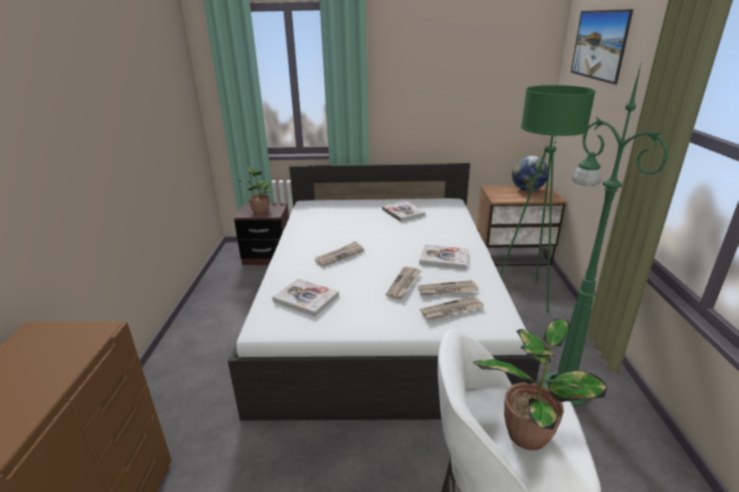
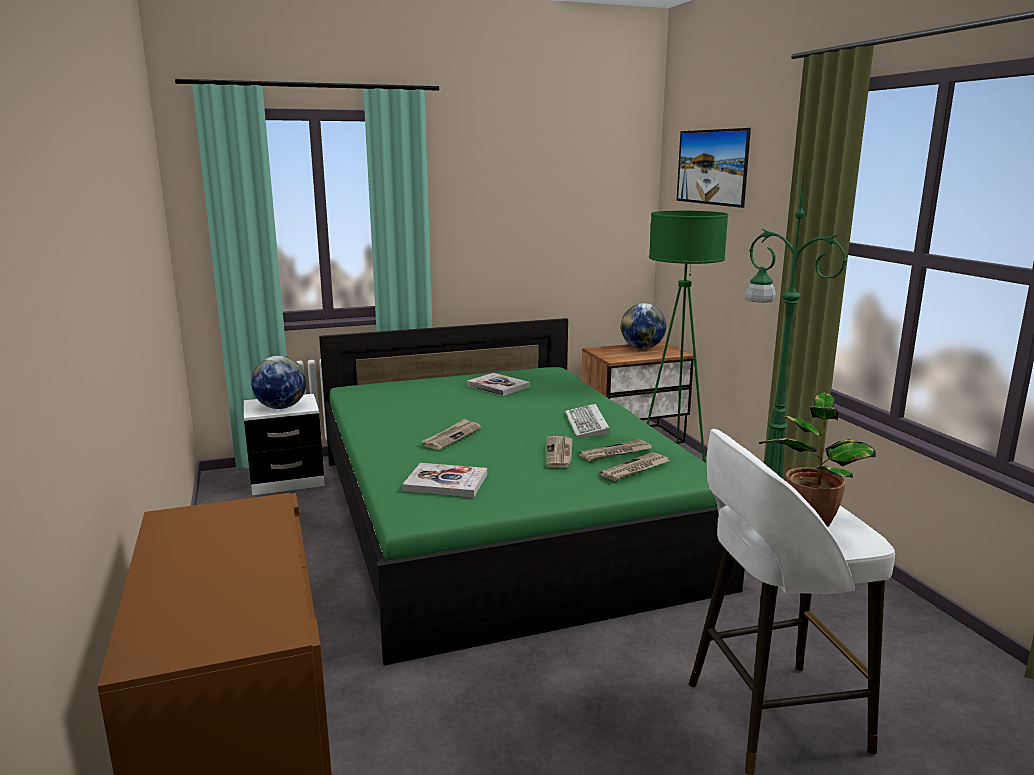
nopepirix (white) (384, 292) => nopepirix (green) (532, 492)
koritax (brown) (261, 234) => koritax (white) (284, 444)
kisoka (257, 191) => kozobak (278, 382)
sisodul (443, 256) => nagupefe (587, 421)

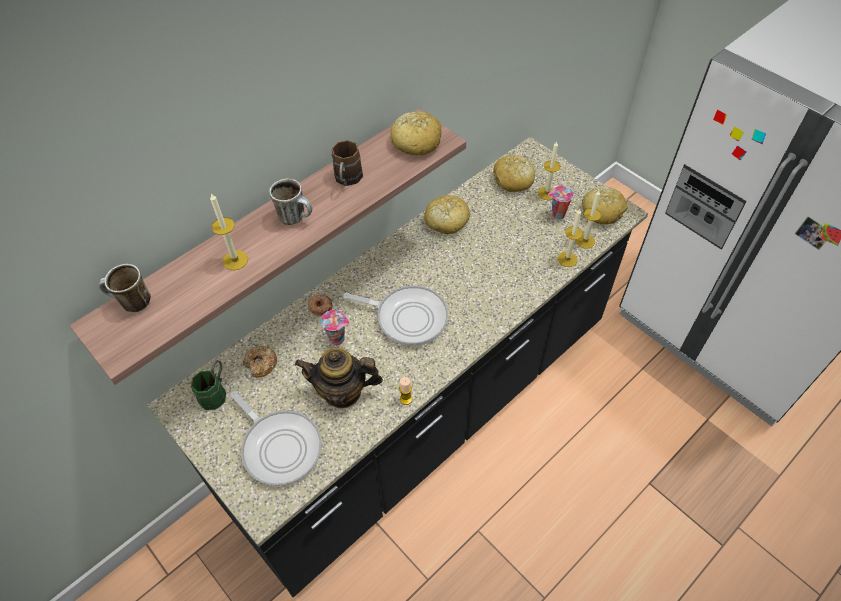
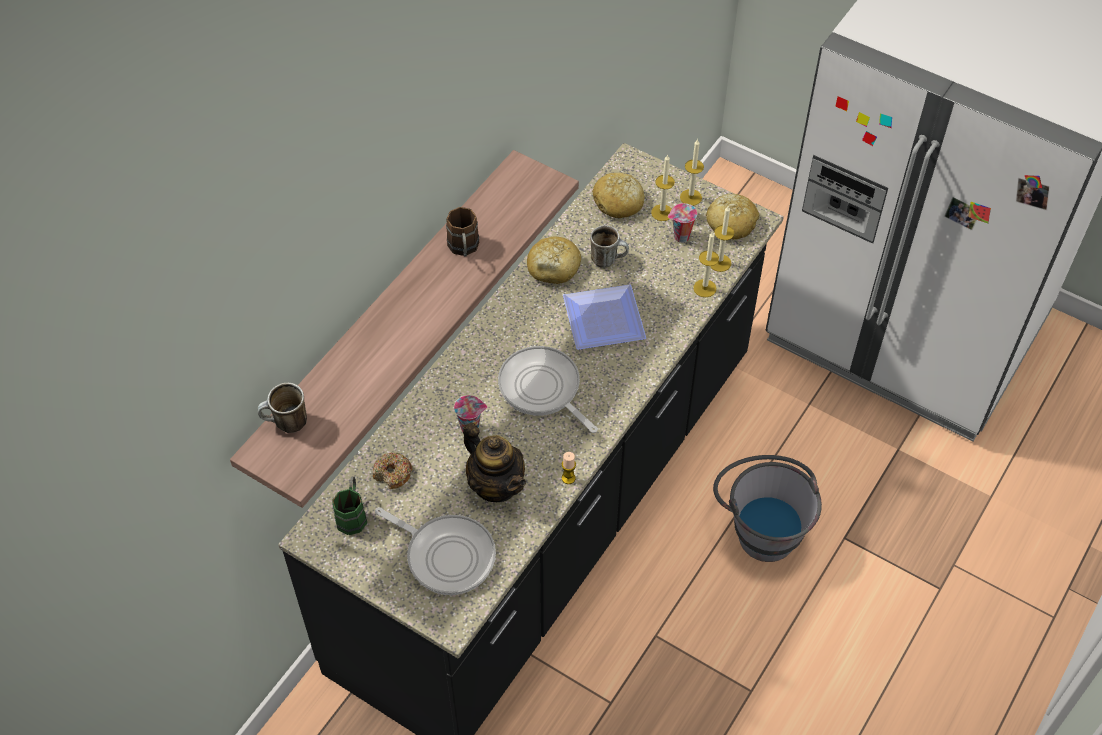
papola (229, 231) => papola (692, 172), relocated
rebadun (290, 202) => rebadun (609, 246), relocated
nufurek (339, 378) => nufurek (494, 462), 120 degrees counterclockwise
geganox (320, 305) => nothing
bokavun (395, 316) => bokavun (548, 389), 135 degrees counterclockwise
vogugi (416, 133) => nothing
nothing => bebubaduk (604, 317)
nothing => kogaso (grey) (767, 508)

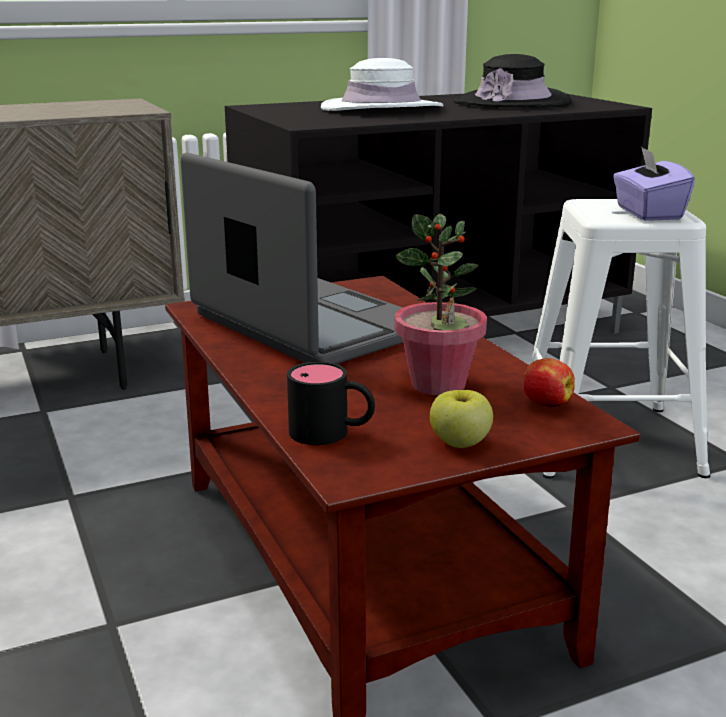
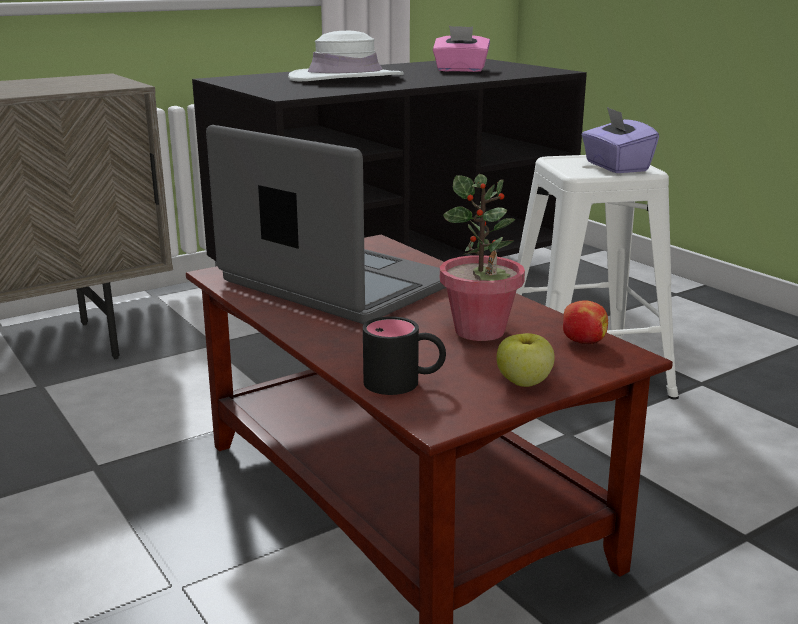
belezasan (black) (512, 81) => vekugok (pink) (461, 49)

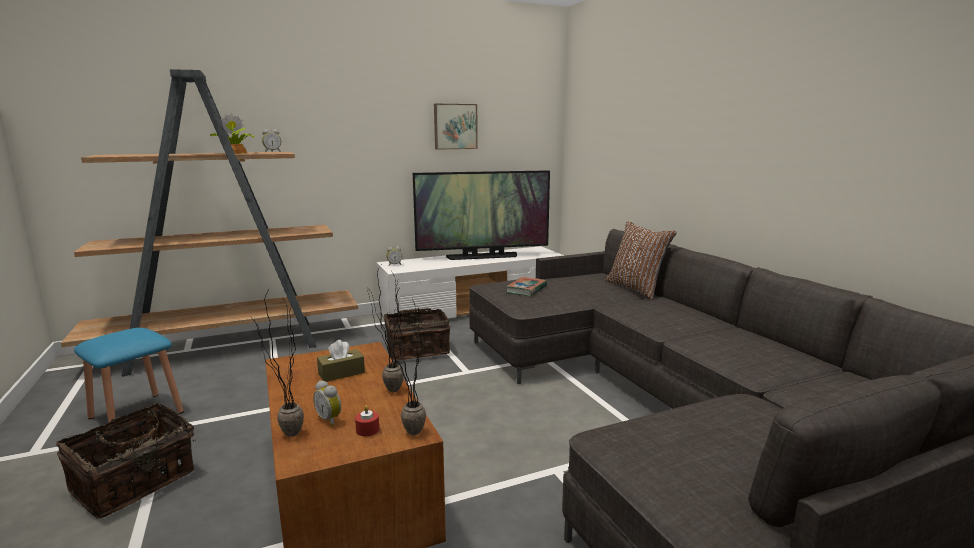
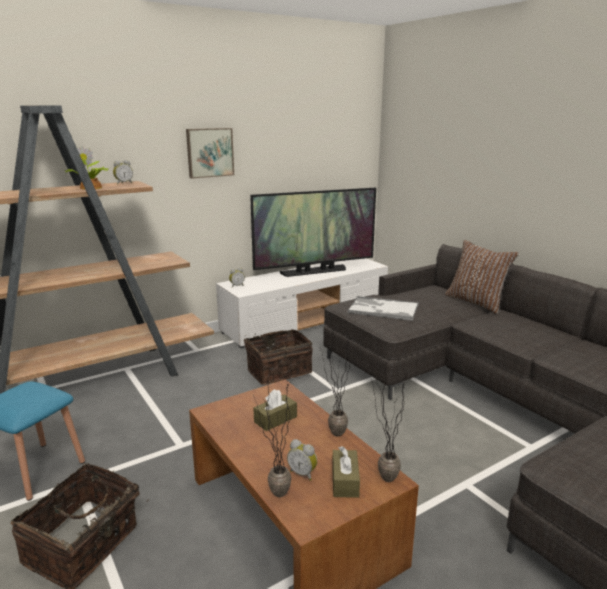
papola (red) (367, 420) => vekugok (brown) (346, 472)
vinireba (456, 127) => vinireba (210, 153), relocated
sisodul (526, 286) => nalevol (383, 308)

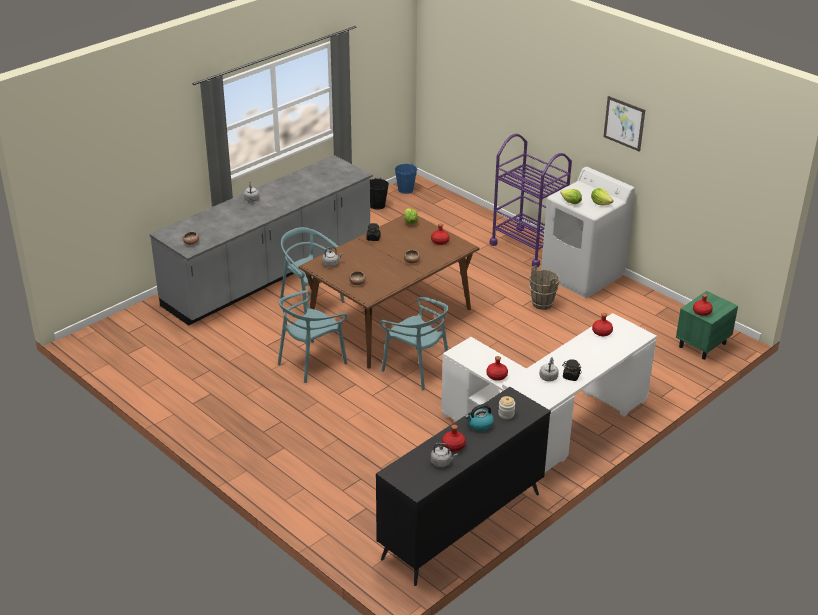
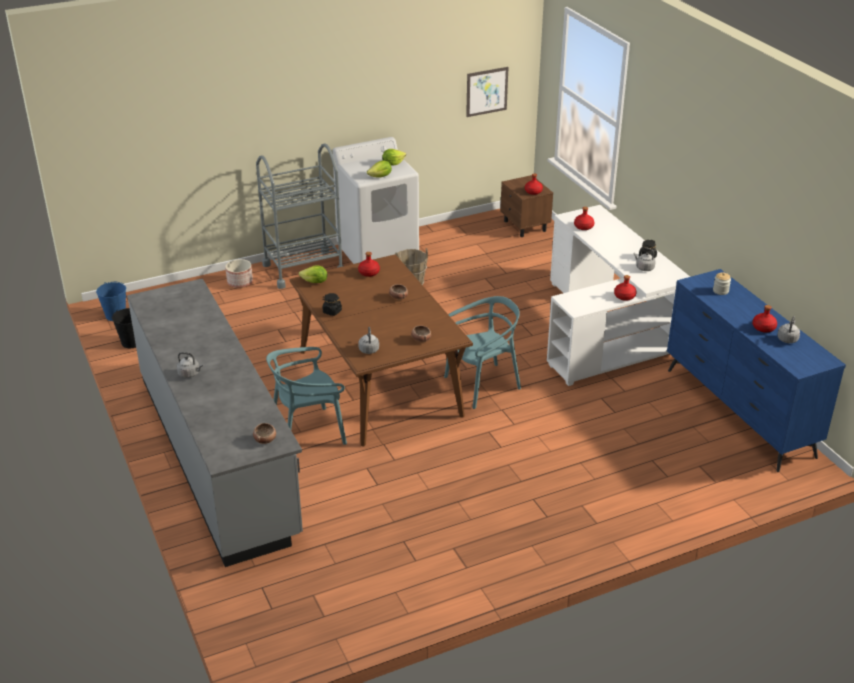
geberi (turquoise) (313, 336) => nothing
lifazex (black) (463, 486) => lifazex (blue) (756, 370)
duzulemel (479, 417) => nothing
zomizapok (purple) (530, 200) => zomizapok (grey) (299, 216)
vinireba (624, 124) => vinireba (487, 92), relocated
koritax (green) (707, 325) => koritax (brown) (526, 206)
nothing => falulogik (239, 273)

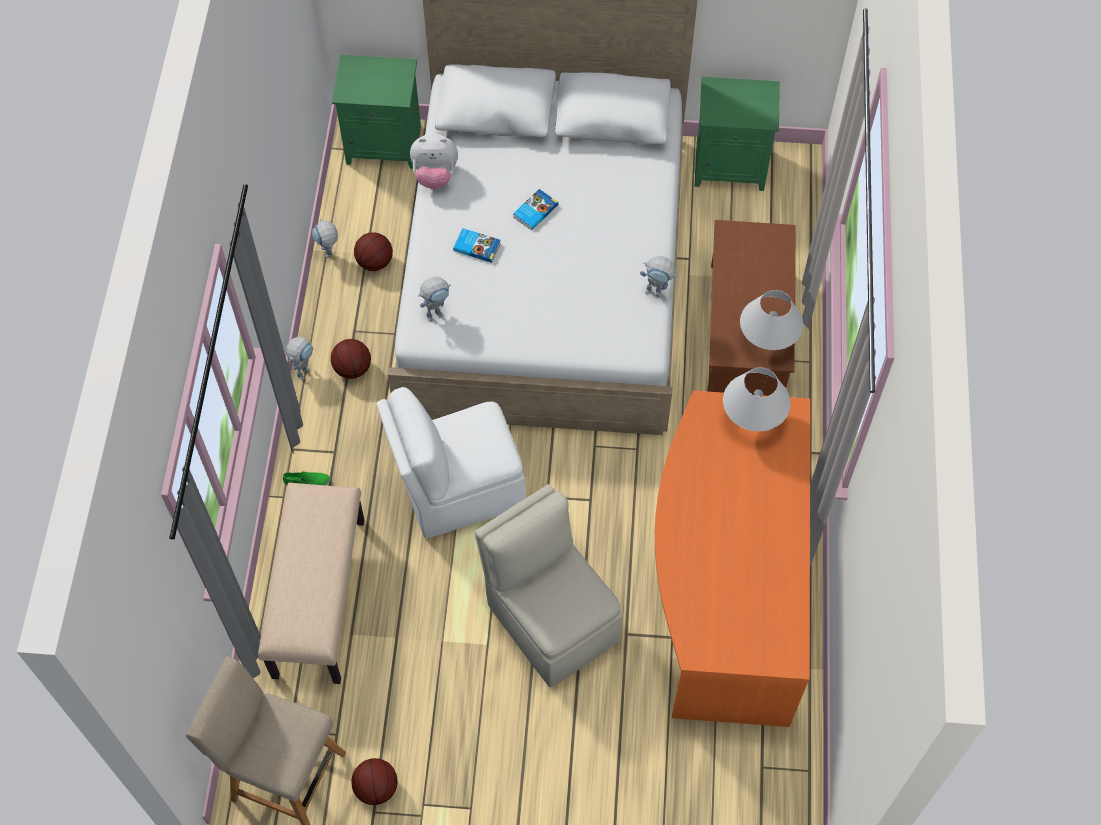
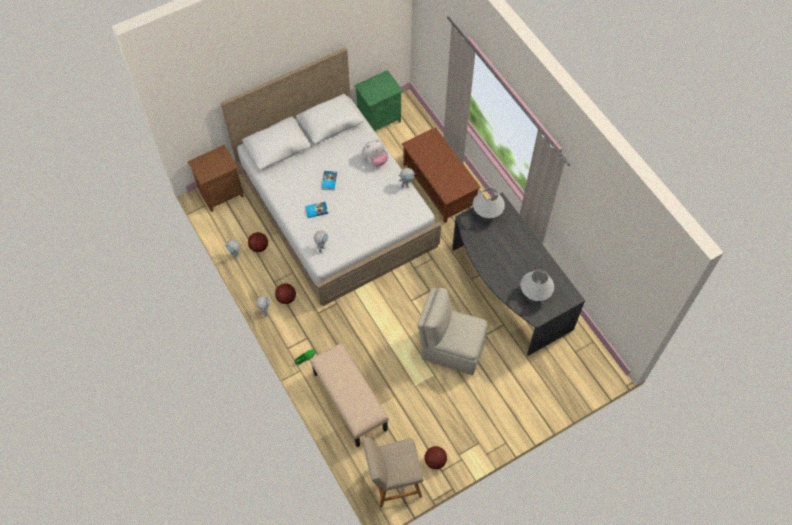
koritax (green) (376, 112) => koritax (brown) (215, 178)
geberi (white) (451, 463) => nothing
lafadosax (434, 161) => lafadosax (375, 153), relocated
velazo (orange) (732, 559) => velazo (grey) (518, 274)
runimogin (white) (771, 320) => runimogin (white) (537, 285), relocated

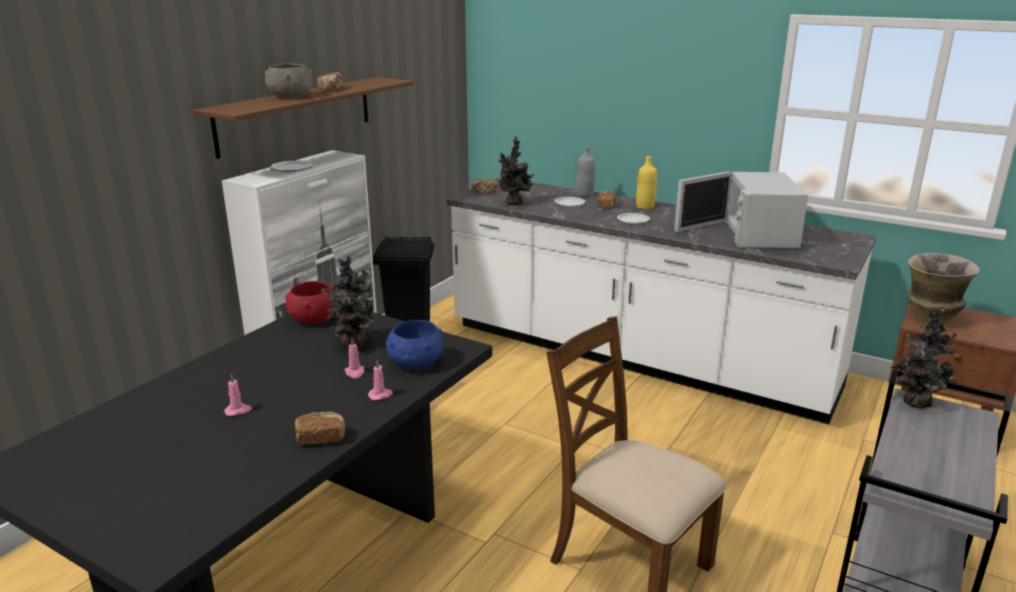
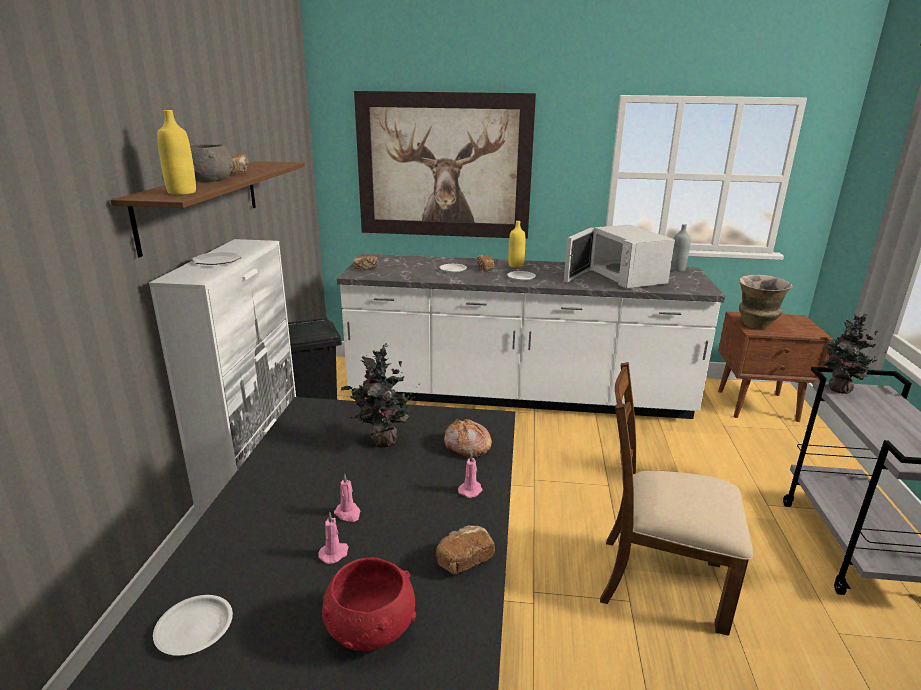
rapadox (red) (309, 302) => rapadox (red) (369, 604), relocated
papola (pink) (355, 358) => papola (pink) (347, 498), relocated
rapadox (blue) (414, 344) => vogugi (468, 438)
kisoka (516, 171) => nothing
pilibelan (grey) (585, 171) => pilibelan (grey) (680, 247), relocated
nothing => bebubaduk (white) (193, 625)
nothing => pilibelan (yellow) (176, 152)
nothing => vinireba (445, 165)

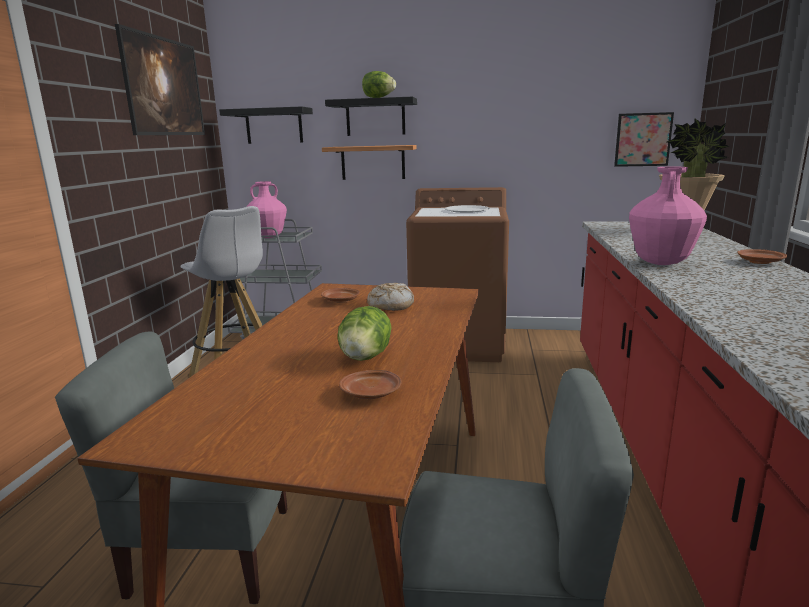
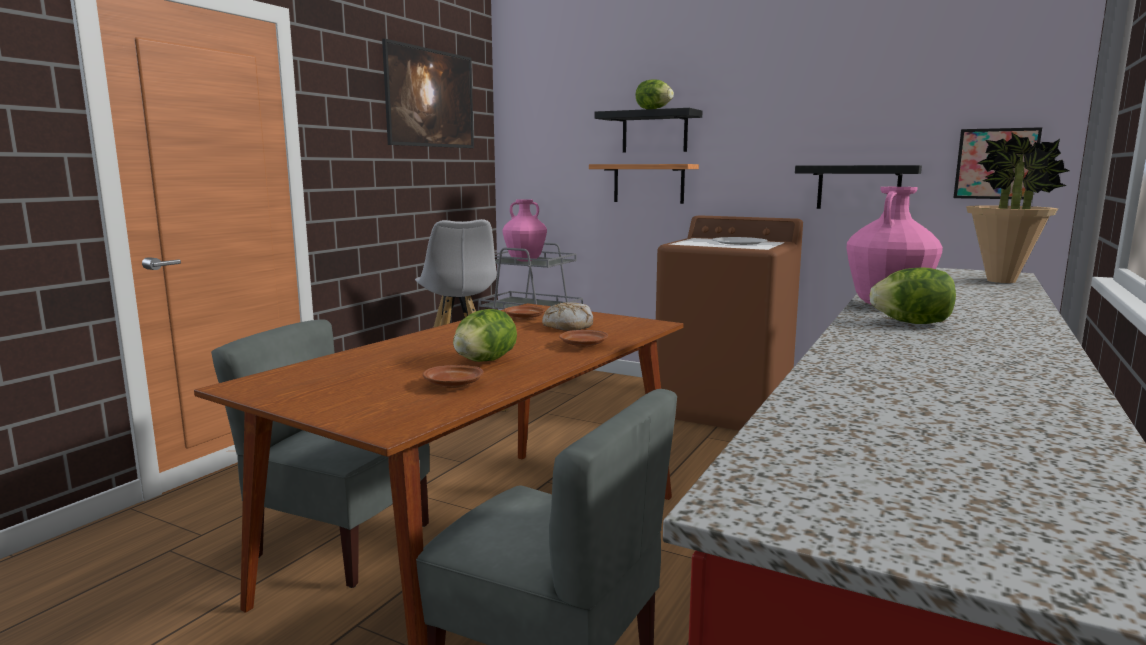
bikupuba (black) (266, 125) => bikupuba (black) (858, 187), relocated
bebubaduk (brown) (762, 256) => bebubaduk (brown) (583, 338), relocated
nothing => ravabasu (913, 295)

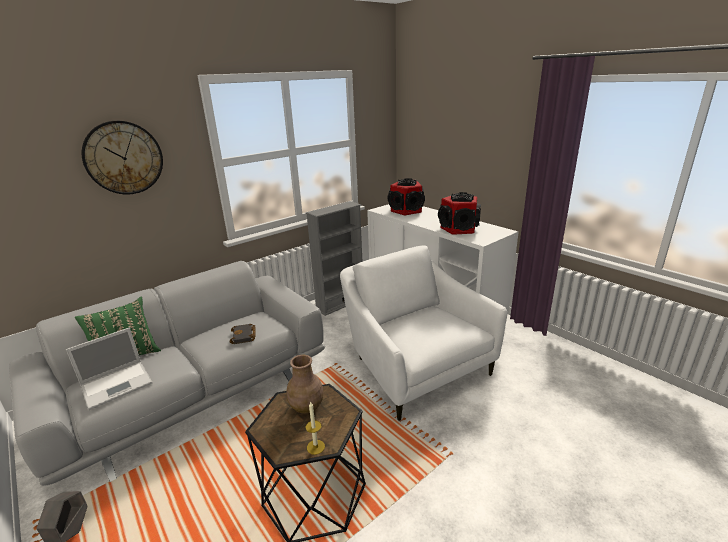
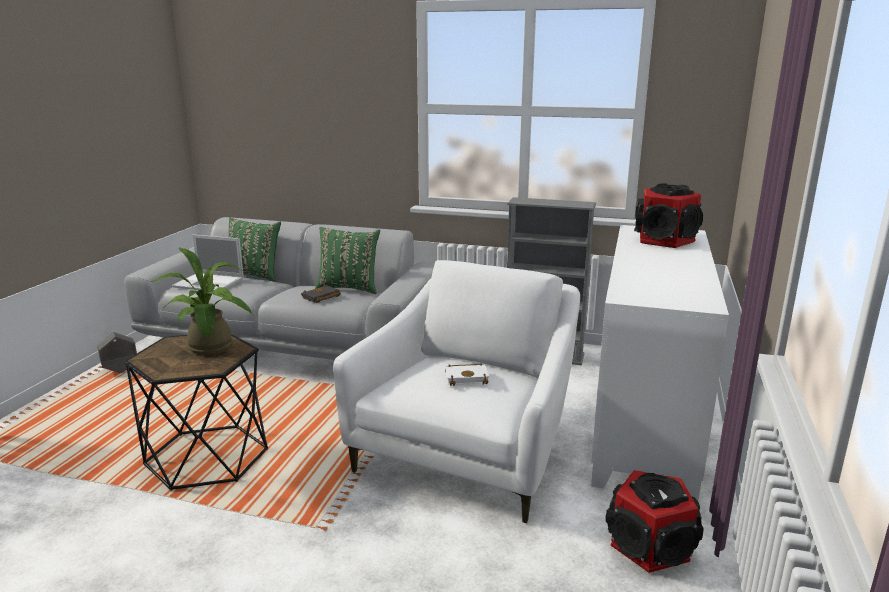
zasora (122, 157) => nothing
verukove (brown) (305, 384) => kisoka (201, 301)
papola (315, 428) => nothing
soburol (459, 213) => soburol (655, 521), relocated
nothing => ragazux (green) (347, 260)
nothing => sisodul (white) (467, 374)

